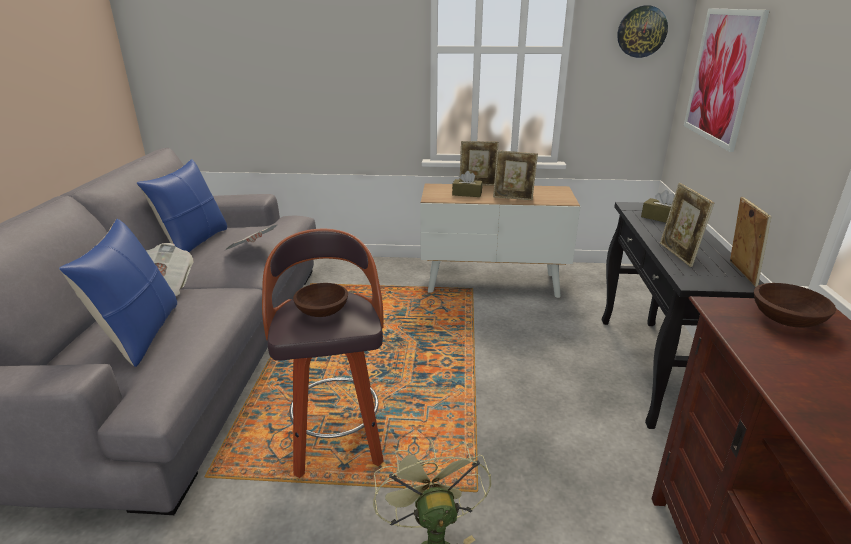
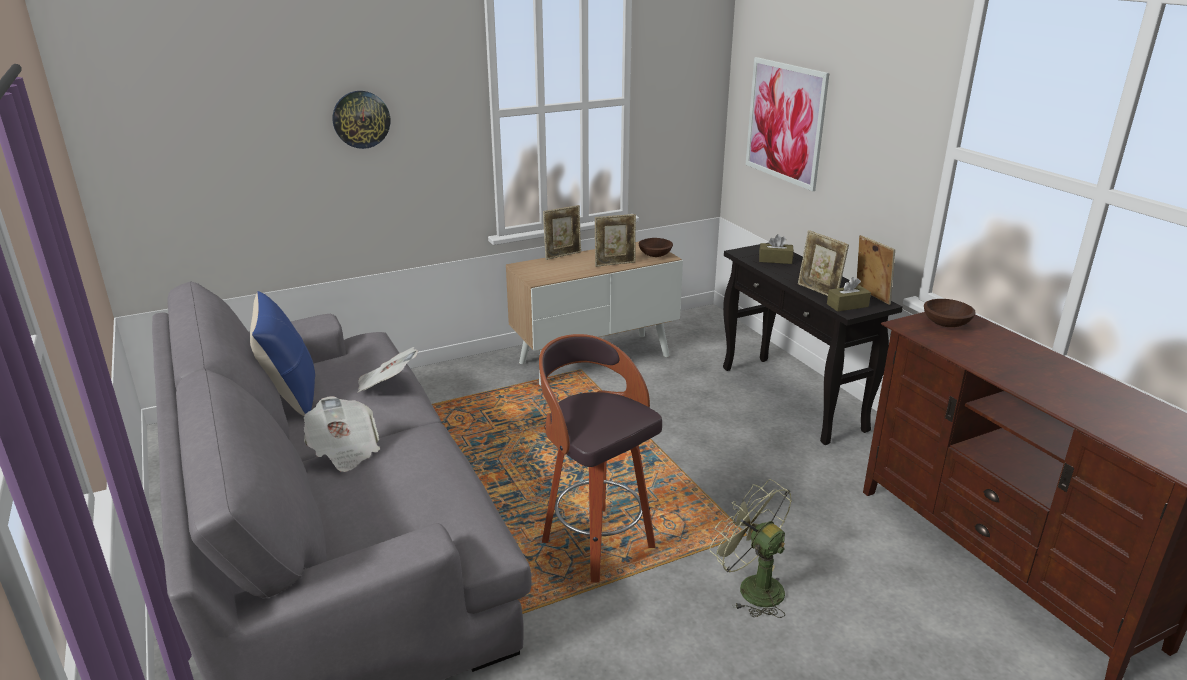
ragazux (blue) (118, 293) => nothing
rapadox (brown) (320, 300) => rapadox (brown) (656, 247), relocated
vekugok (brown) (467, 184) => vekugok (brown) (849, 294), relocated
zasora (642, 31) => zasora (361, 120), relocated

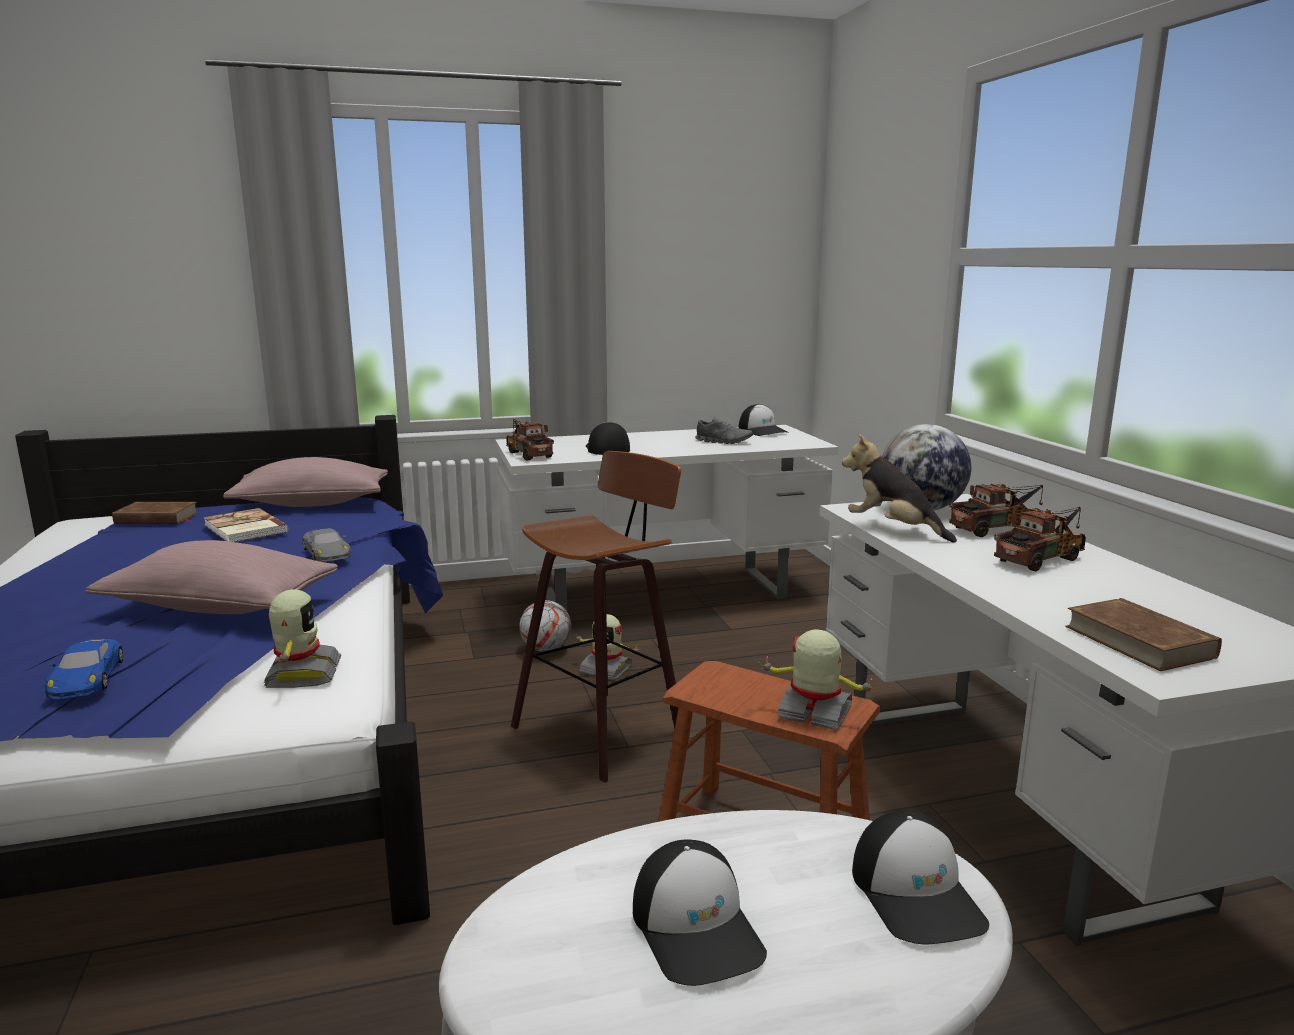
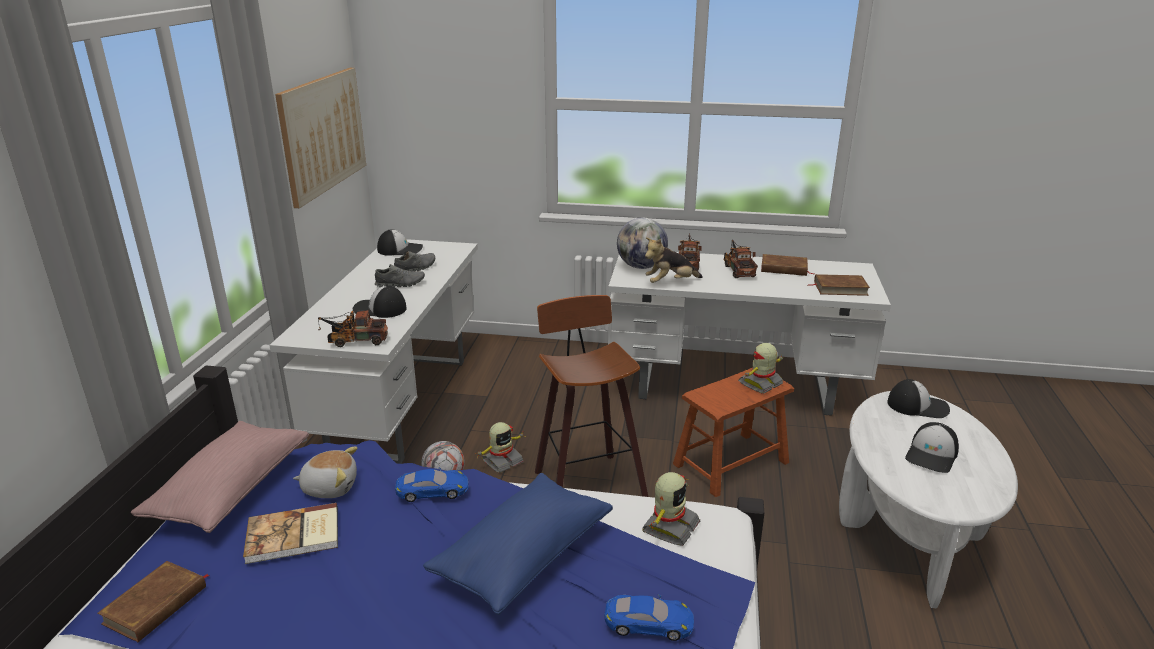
ragazux (pink) (212, 577) => ragazux (blue) (518, 544)
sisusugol (302, 638) => sisusugol (671, 509), 105 degrees clockwise
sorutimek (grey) (326, 545) => sorutimek (blue) (431, 484)
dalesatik (700, 913) => dalesatik (932, 447), 120 degrees clockwise
nothing => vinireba (320, 138)
nothing => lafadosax (325, 472)
nothing => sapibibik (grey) (400, 275)
nothing => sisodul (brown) (788, 265)

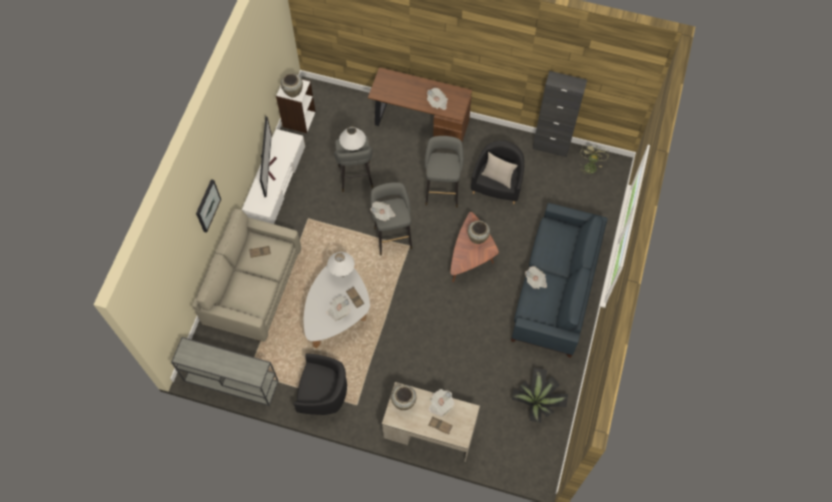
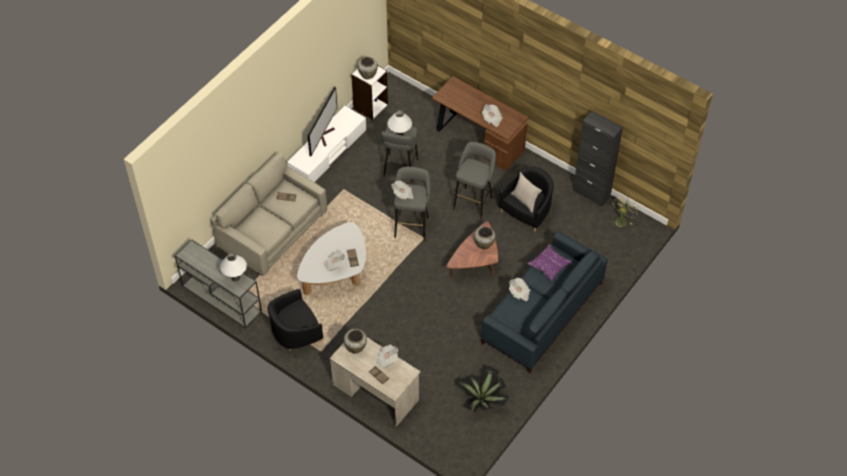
vinireba (208, 206) => nothing
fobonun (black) (320, 384) => fobonun (black) (295, 320), 120 degrees clockwise
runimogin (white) (341, 264) => runimogin (white) (233, 267), relocated
nothing => ragazux (purple) (549, 263)

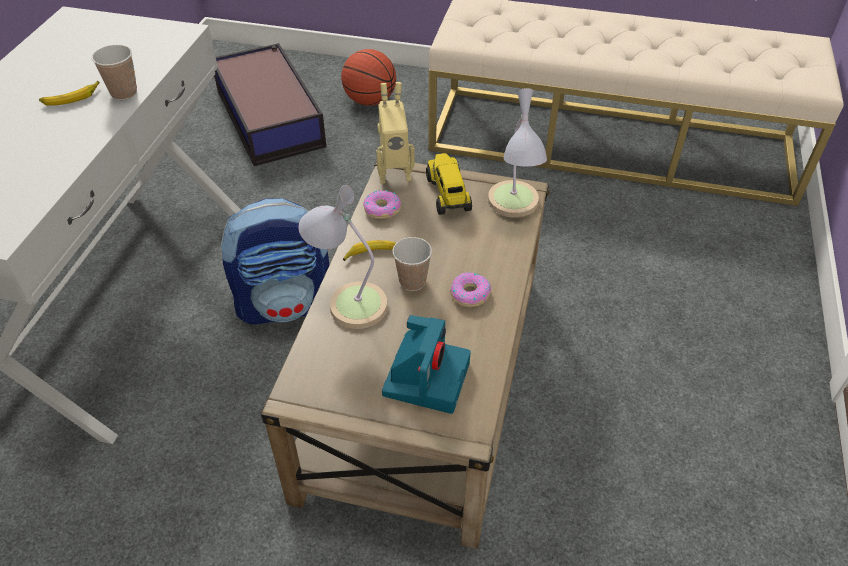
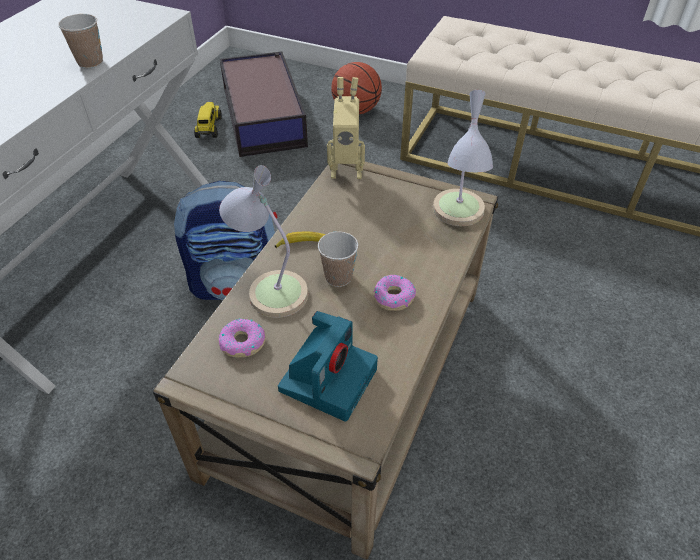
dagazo (69, 93) => nothing
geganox (382, 204) => geganox (242, 338), relocated
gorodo (449, 184) => gorodo (208, 120), relocated

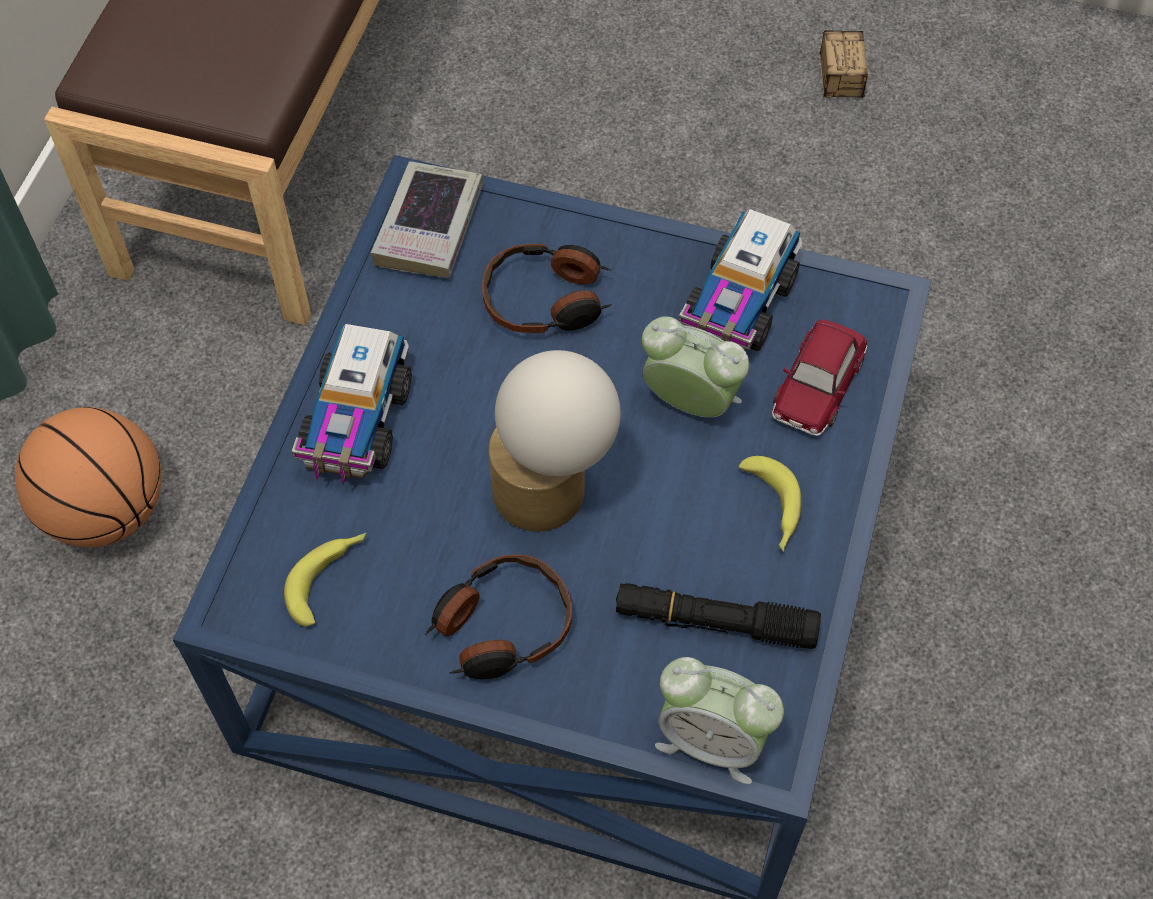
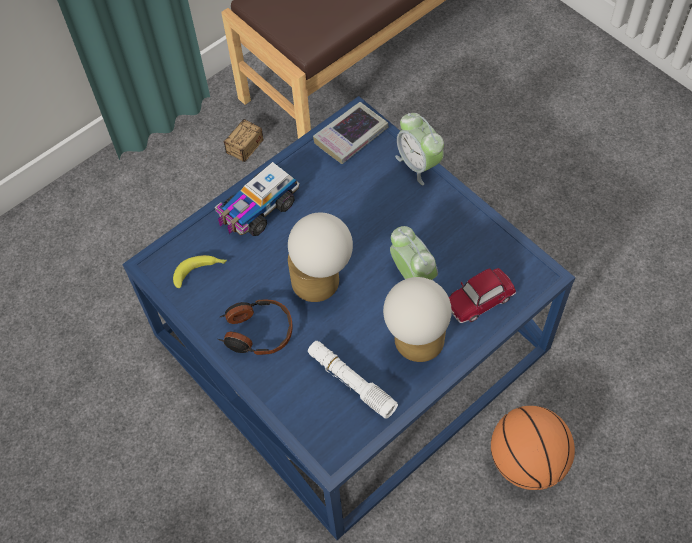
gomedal (88, 477) => gomedal (533, 448), relocated
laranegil (547, 288) => nothing
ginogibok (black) (718, 616) => ginogibok (white) (353, 380)
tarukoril (719, 720) => tarukoril (419, 149), relocated
gorodo (740, 280) => nothing
dagazo (770, 504) => runimogin (417, 319)
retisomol (853, 64) => retisomol (235, 140), relocated

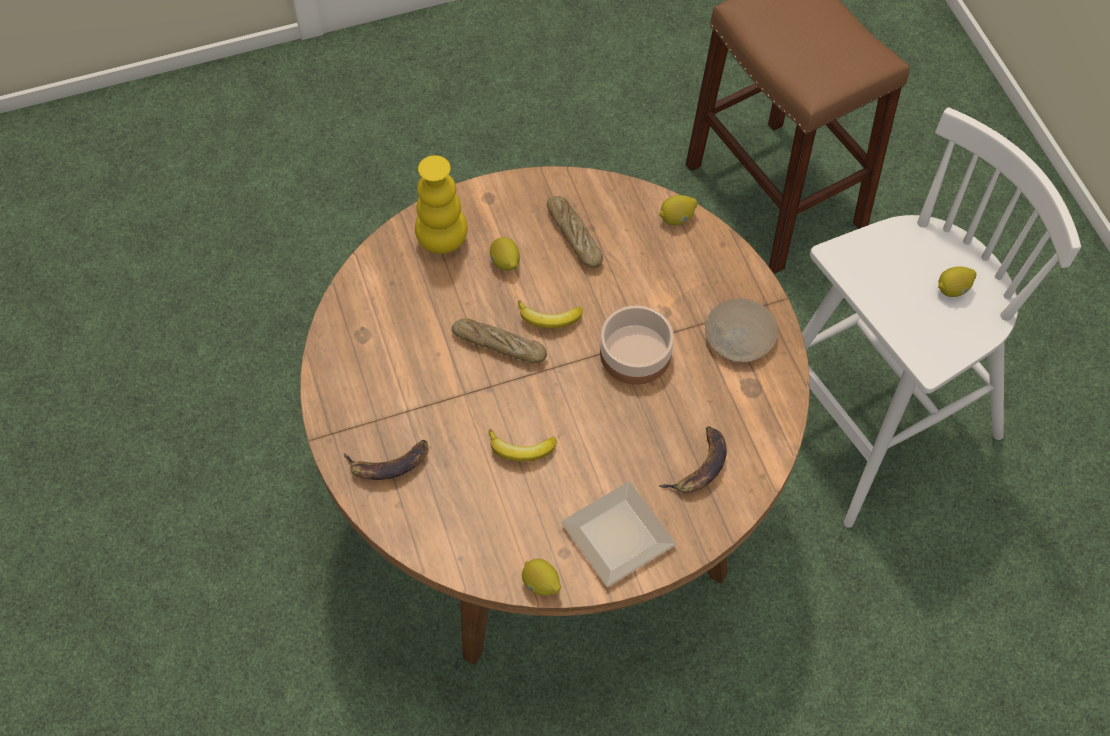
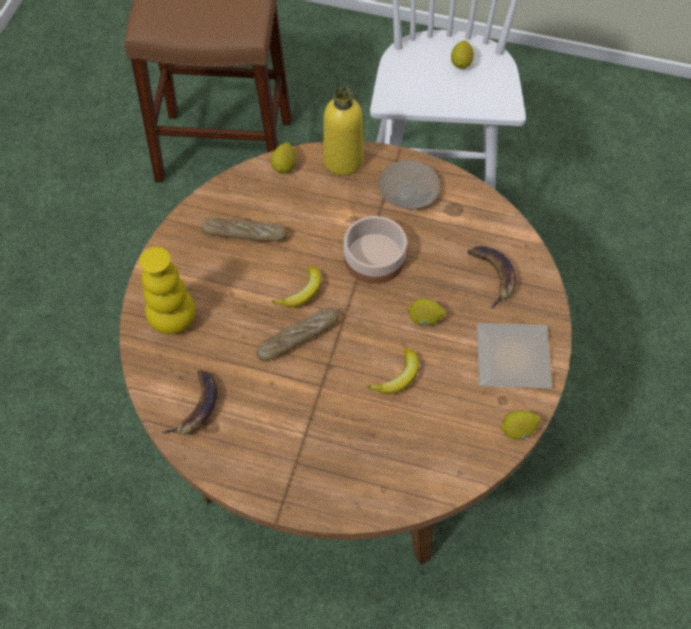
dagazo (386, 460) => dagazo (189, 402), relocated
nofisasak (505, 254) => nofisasak (426, 312), relocated
nothing => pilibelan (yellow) (343, 131)

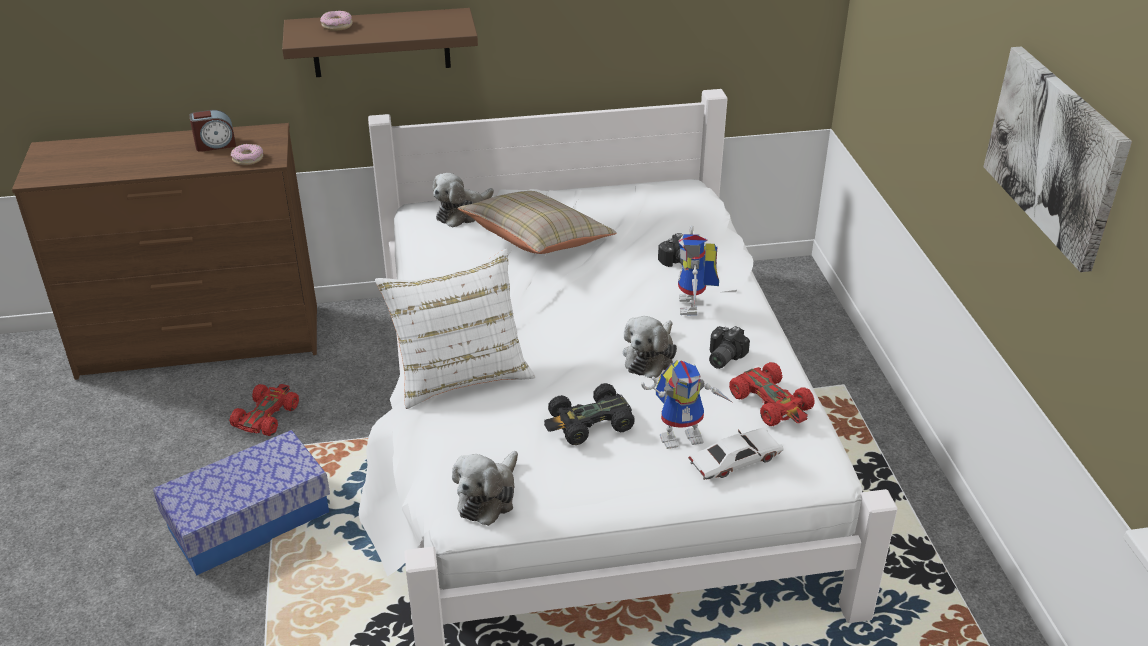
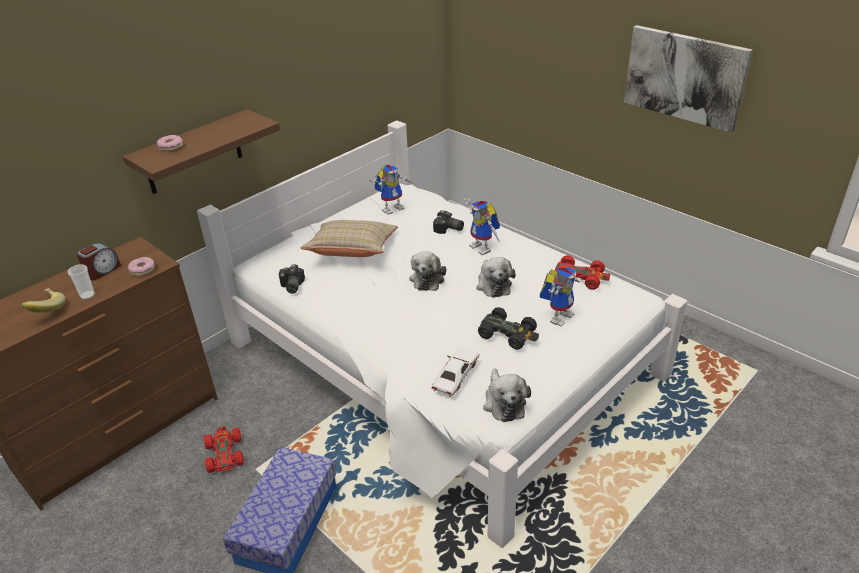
ragazux (white) (455, 329) => nothing
lafadosax (463, 200) => lafadosax (427, 271), relocated
sorutimek (black) (589, 414) => sorutimek (black) (508, 328), 90 degrees counterclockwise
sorutimek (white) (736, 454) => sorutimek (white) (455, 372), relocated
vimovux (729, 347) => vimovux (292, 279), relocated
nothing => dagazo (43, 300)
nothing => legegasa (81, 282)
nothing => sisusugol (391, 190)

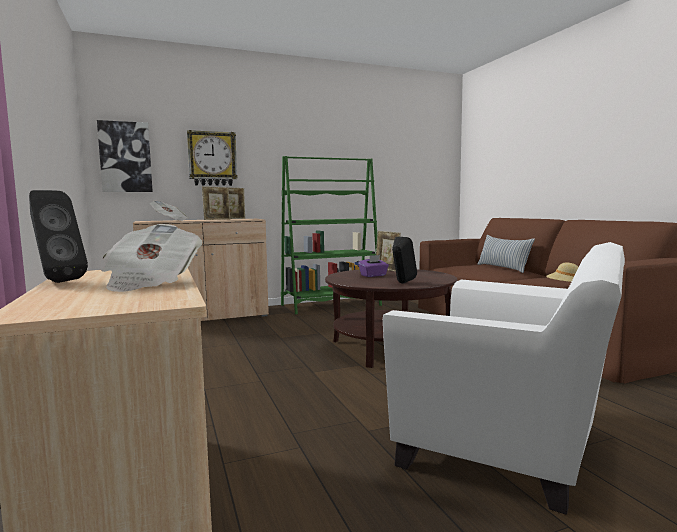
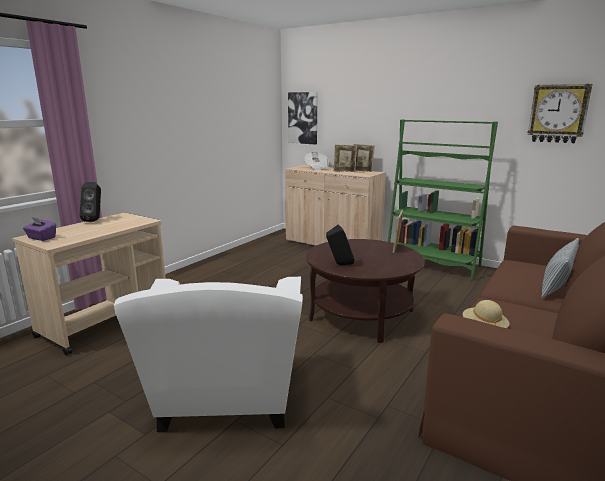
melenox (151, 258) => nothing
zasora (212, 158) => zasora (560, 113), relocated
vekugok (purple) (373, 266) => vekugok (purple) (39, 229), relocated

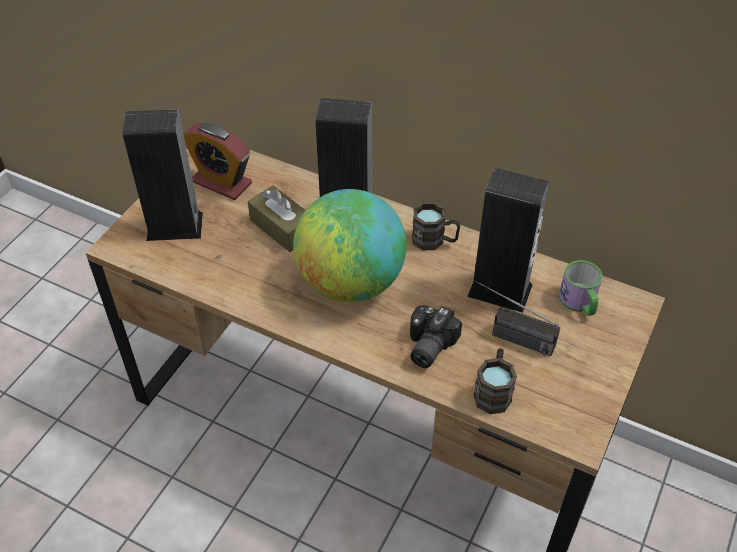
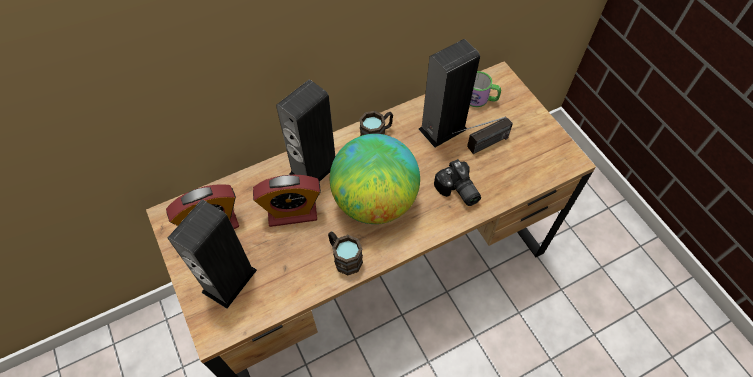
vekugok (brown) (276, 218) => tarukoril (287, 201)
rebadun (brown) (495, 381) => rebadun (brown) (345, 253), relocated

